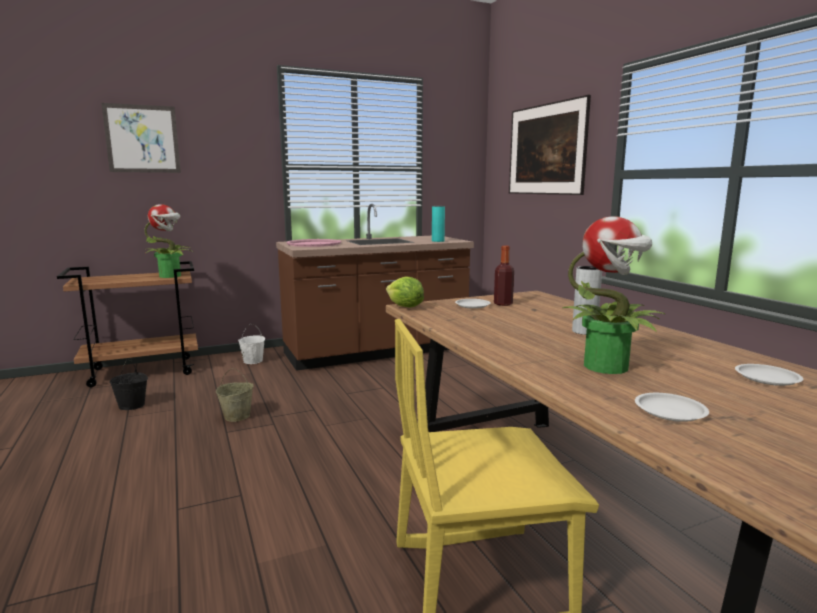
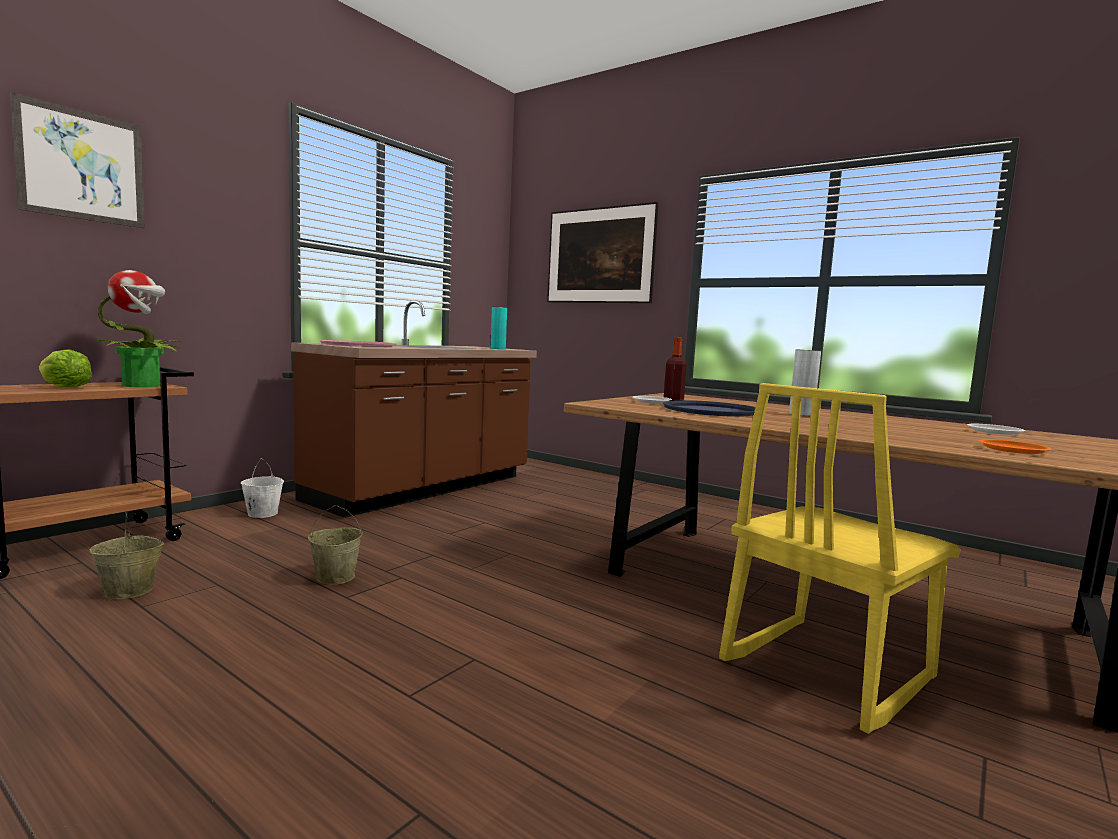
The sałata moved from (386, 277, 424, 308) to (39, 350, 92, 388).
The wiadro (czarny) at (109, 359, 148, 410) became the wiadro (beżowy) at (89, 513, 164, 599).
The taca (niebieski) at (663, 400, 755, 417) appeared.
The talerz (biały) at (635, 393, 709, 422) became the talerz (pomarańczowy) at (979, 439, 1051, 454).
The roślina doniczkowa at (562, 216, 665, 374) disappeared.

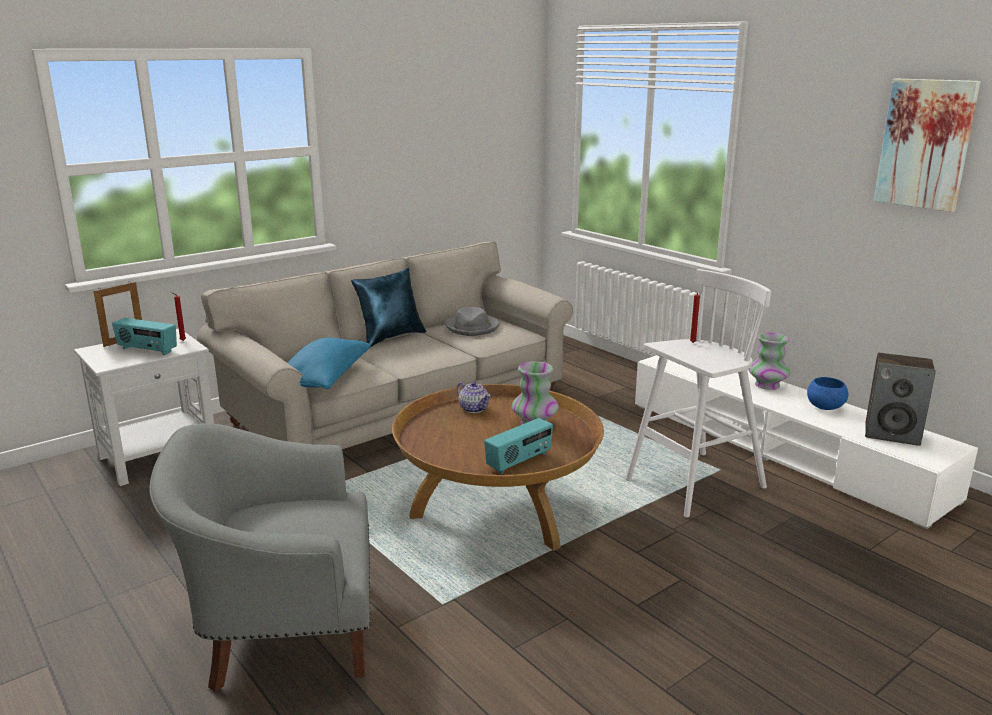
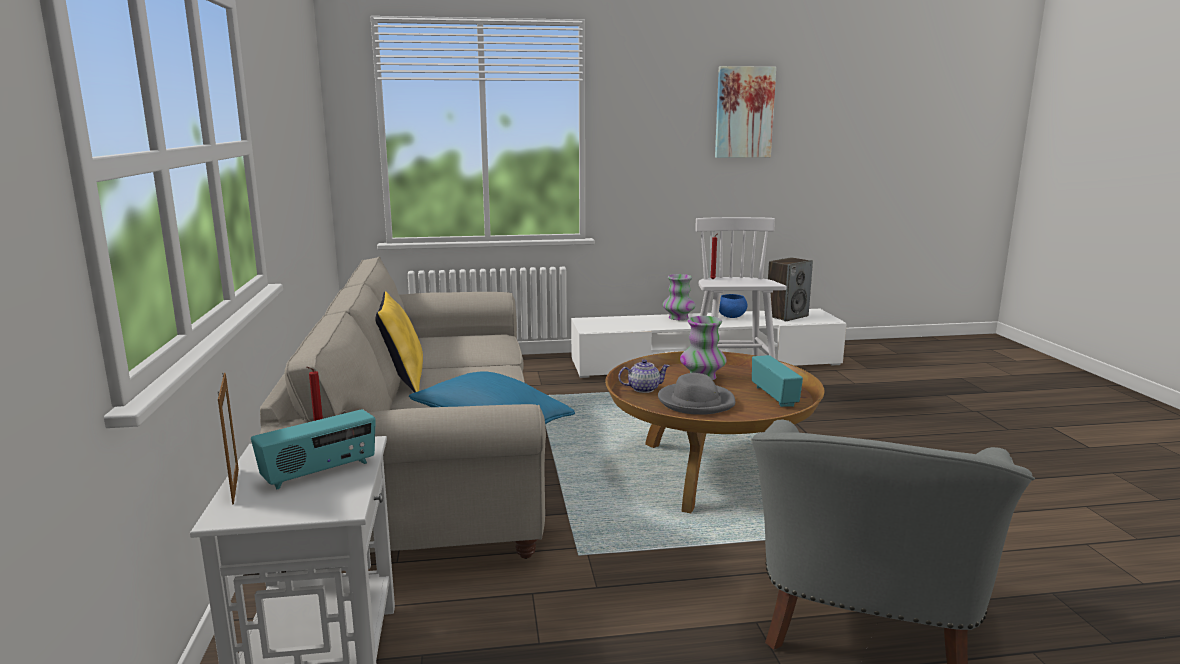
The poduszka (niebieski) at (351, 268, 426, 347) became the poduszka (żółty) at (375, 291, 423, 393).
The kapelusz (szary) moved from (445, 307, 500, 336) to (658, 373, 735, 415).

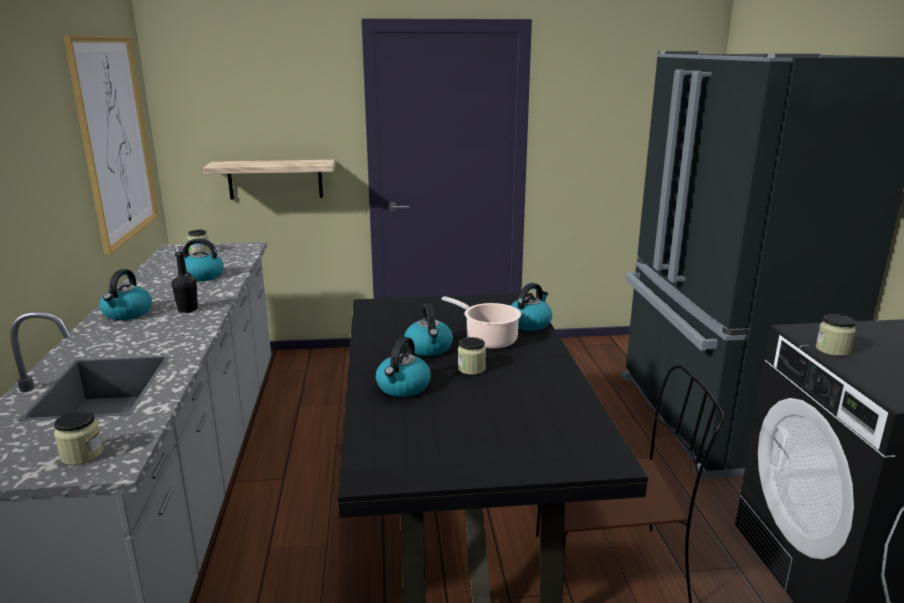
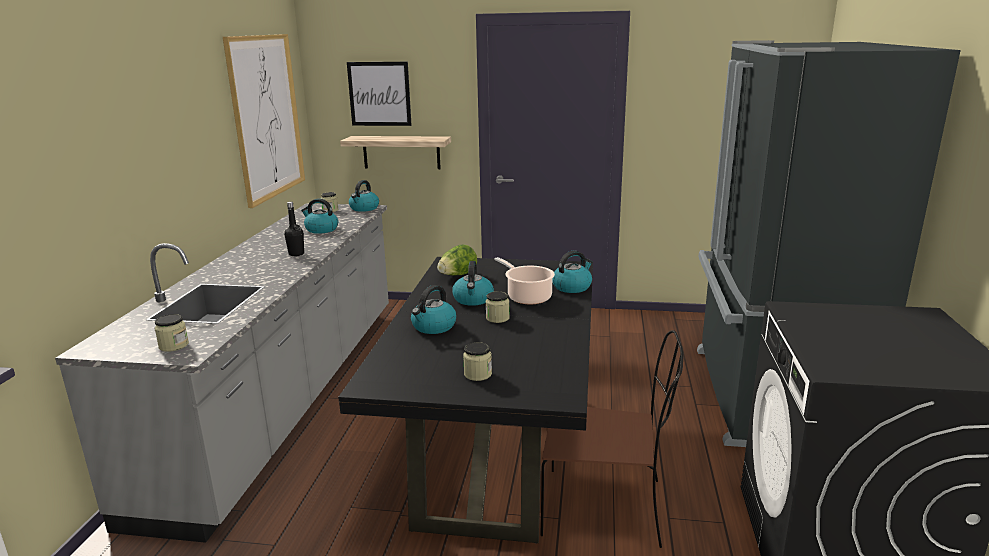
The obraz at (347, 62, 412, 126) appeared.
The czajnik moved from (100, 269, 152, 320) to (349, 180, 379, 212).
The sałata at (437, 245, 477, 275) appeared.
The słoik moved from (816, 314, 856, 356) to (463, 342, 492, 381).

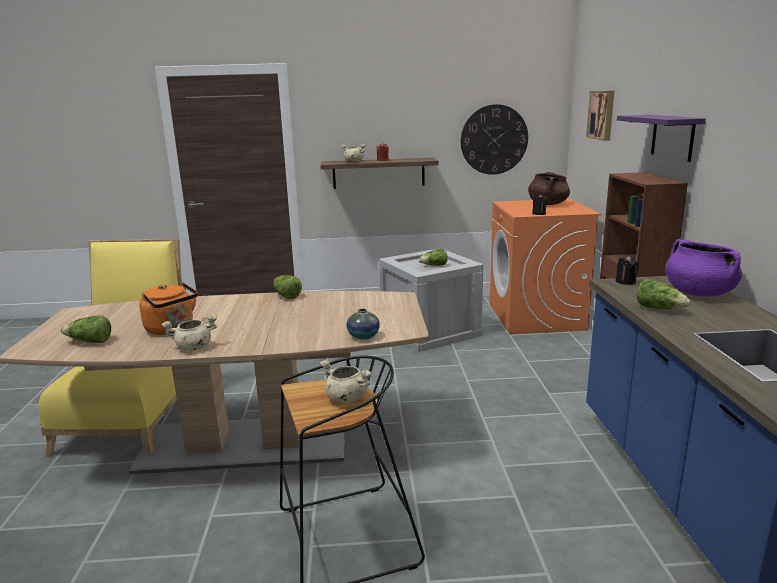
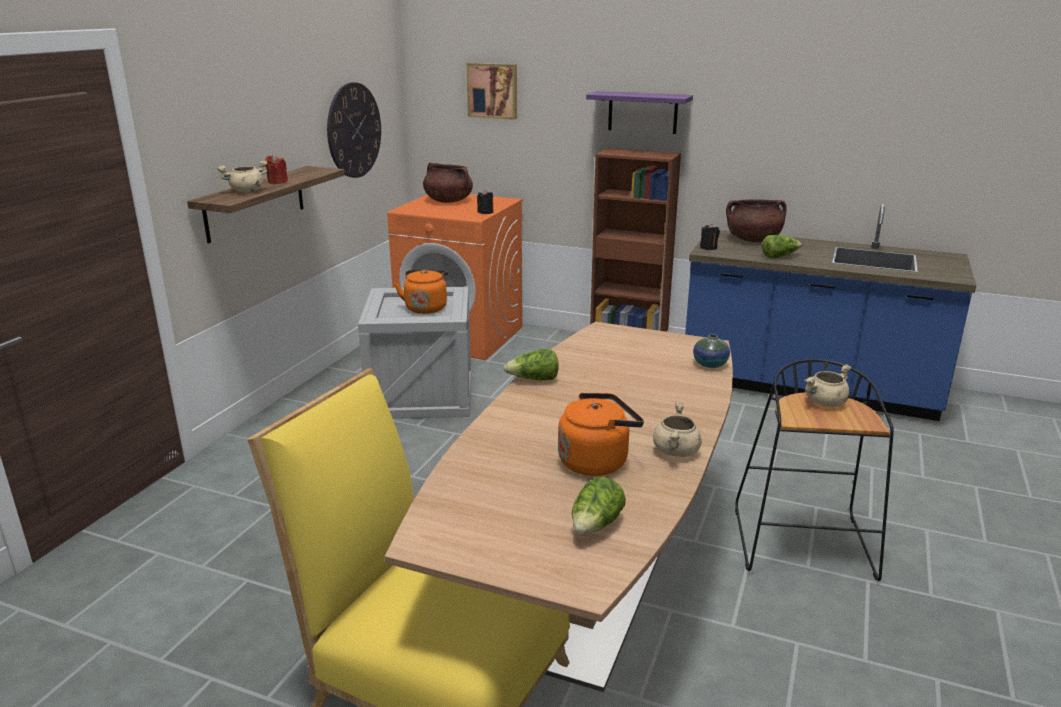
The sałata at (418, 249, 448, 266) was replaced by the czajnik (pomarańczowy) at (395, 270, 448, 314).
The garnek (fioletowy) at (665, 239, 742, 297) became the garnek (brązowy) at (726, 199, 787, 242).

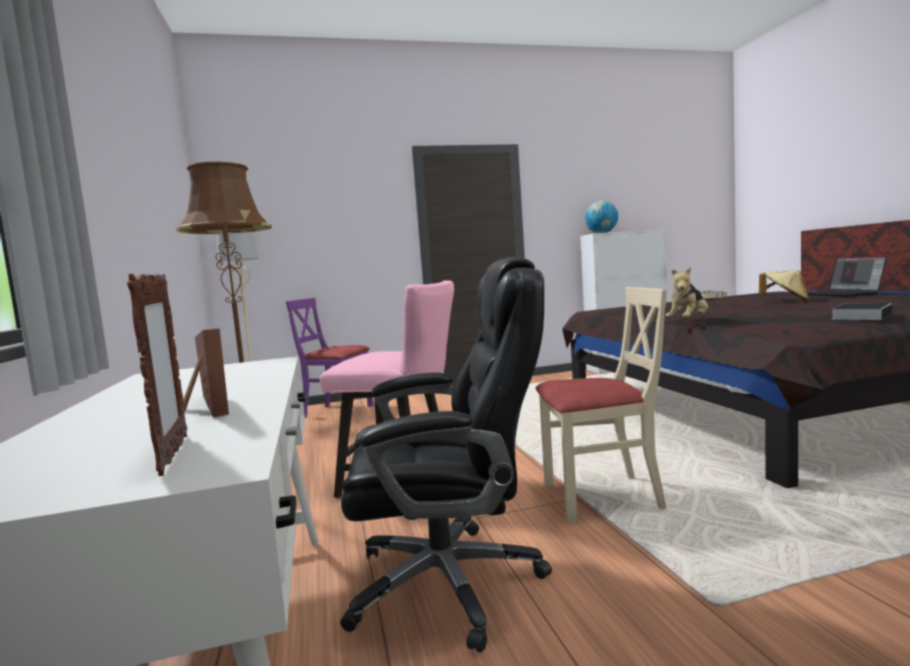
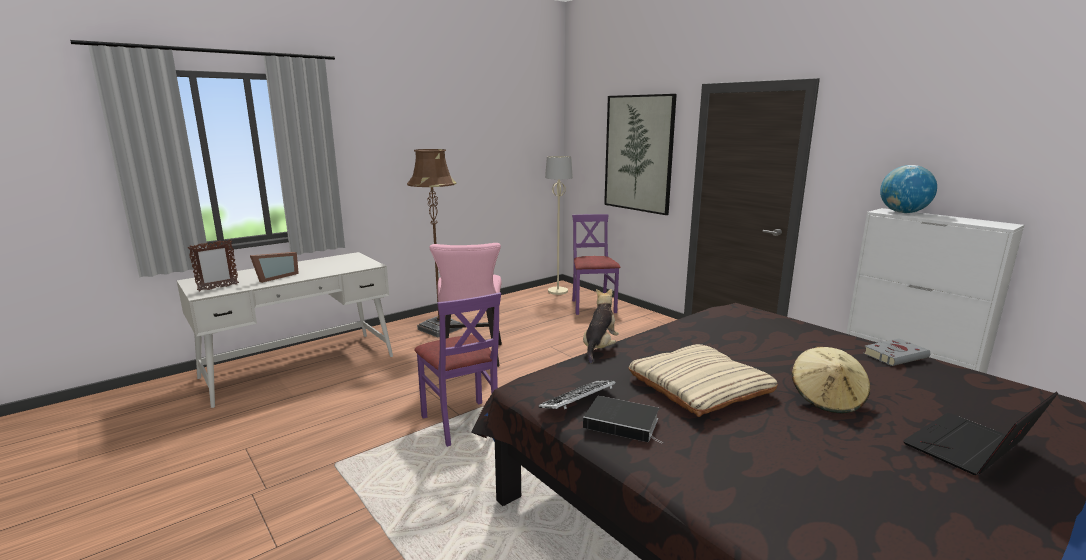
The krzesło (beżowy) at (536, 287, 667, 524) became the krzesło (fioletowy) at (414, 292, 501, 447).
The klawiatura at (539, 380, 616, 409) appeared.
The pluszak at (666, 267, 708, 318) turned 90 degrees clockwise.
The obraz at (604, 94, 677, 215) appeared.
The poduszka (beżowy) at (629, 344, 778, 417) appeared.
The krzesło biurowe (czarny) at (340, 257, 552, 653) disappeared.

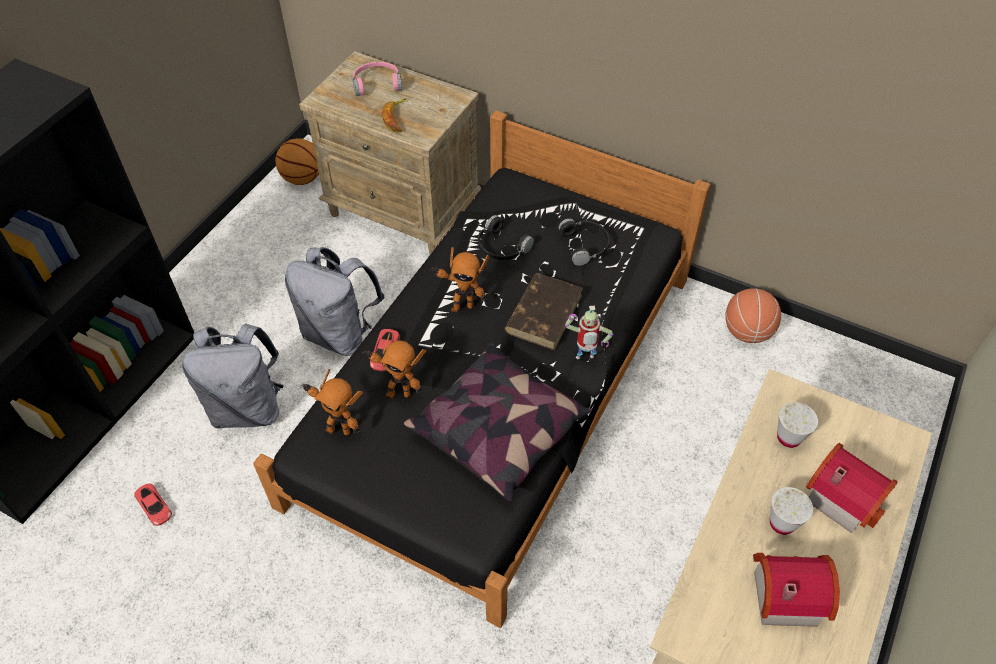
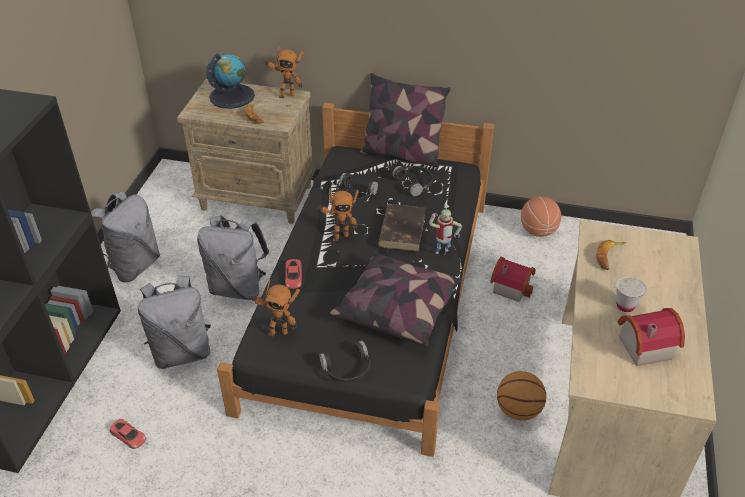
The plecak (szary) at (91, 192, 160, 283) appeared.
The słuchawki (różowy) at (353, 62, 402, 96) was replaced by the globus at (206, 53, 255, 109).
The robot zabawkowy moved from (363, 333, 426, 399) to (264, 46, 304, 98).
The słuchawki (czarny) at (319, 341, 371, 383) appeared.
The poduszka at (360, 73, 451, 168) appeared.
The domek moved from (806, 443, 898, 533) to (490, 257, 535, 302).
The piłka do koszykówki moved from (276, 138, 319, 185) to (497, 371, 546, 421).
The filiżanka (biały) at (777, 402, 818, 448) was replaced by the banan at (596, 240, 627, 270).

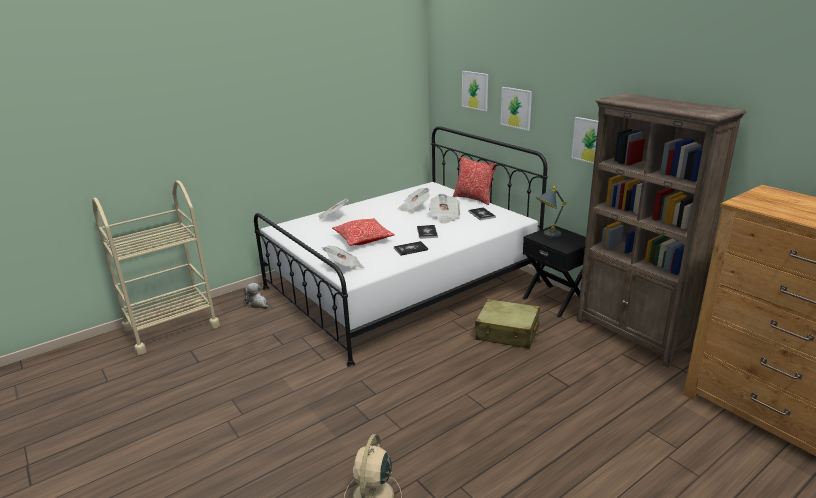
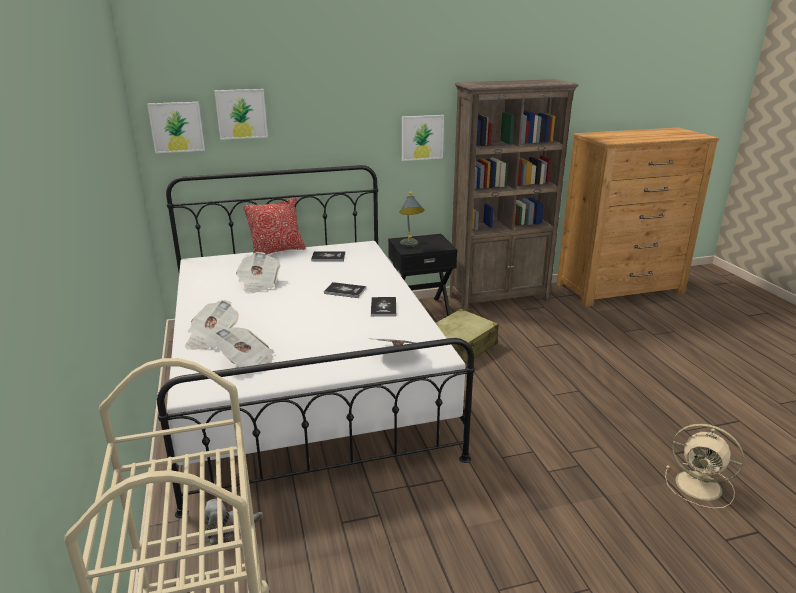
The obraz moved from (501, 87, 532, 131) to (147, 102, 205, 153).
The gazeta moved from (429, 194, 460, 224) to (215, 327, 274, 371).
The poduszka at (332, 218, 395, 246) disappeared.

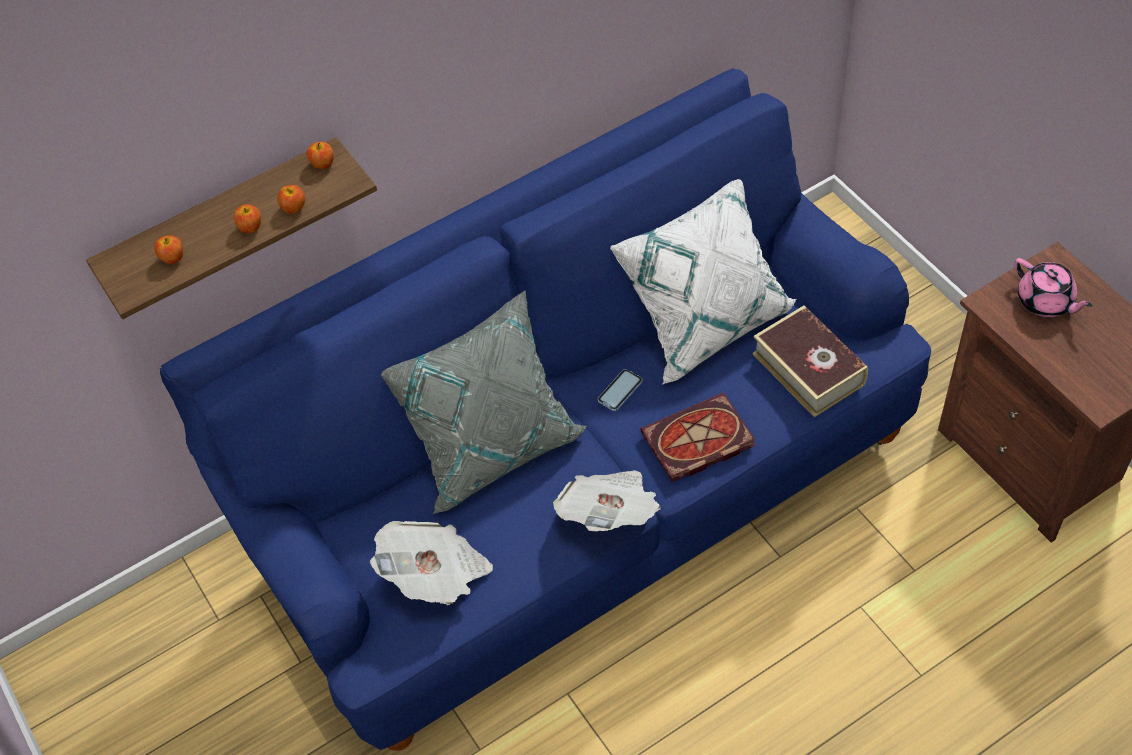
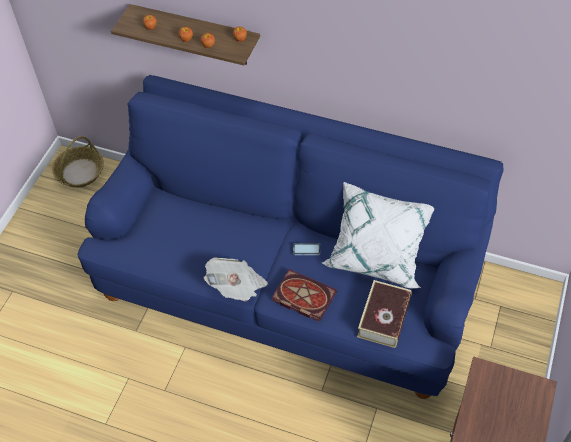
The koszyk at (52, 136, 104, 188) appeared.
The gazeta at (370, 521, 493, 605) disappeared.
The poduszka (szary) at (381, 291, 587, 514) disappeared.
The imbryk (różowy) at (1014, 258, 1092, 317) disappeared.

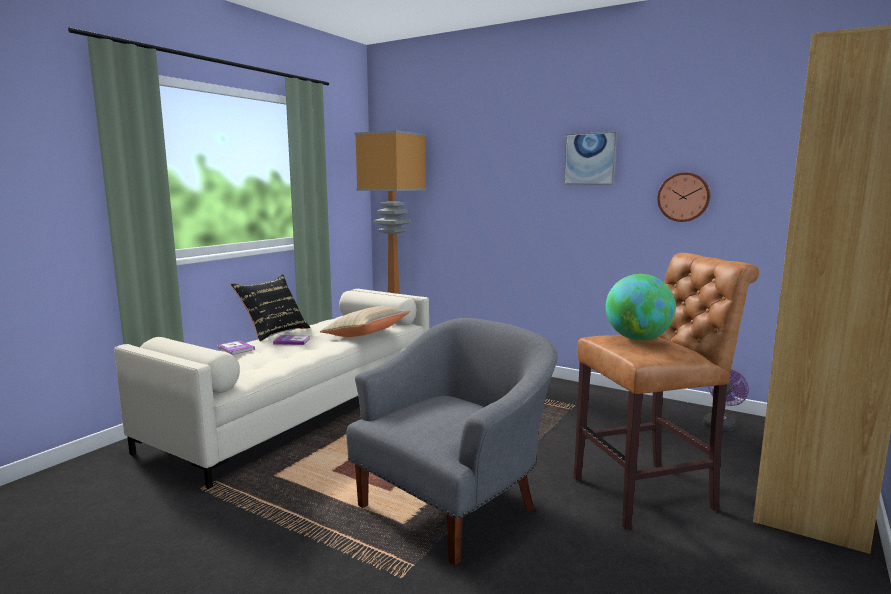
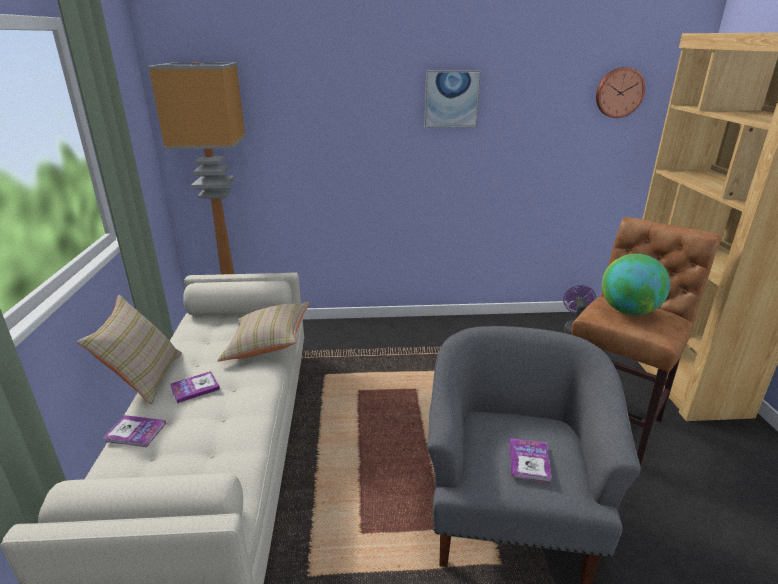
The poduszka (czarny) at (231, 274, 310, 341) became the poduszka (beżowy) at (77, 295, 182, 404).
The książka at (509, 438, 552, 483) appeared.
The zegar ścienny moved from (657, 172, 710, 222) to (596, 67, 645, 118).

